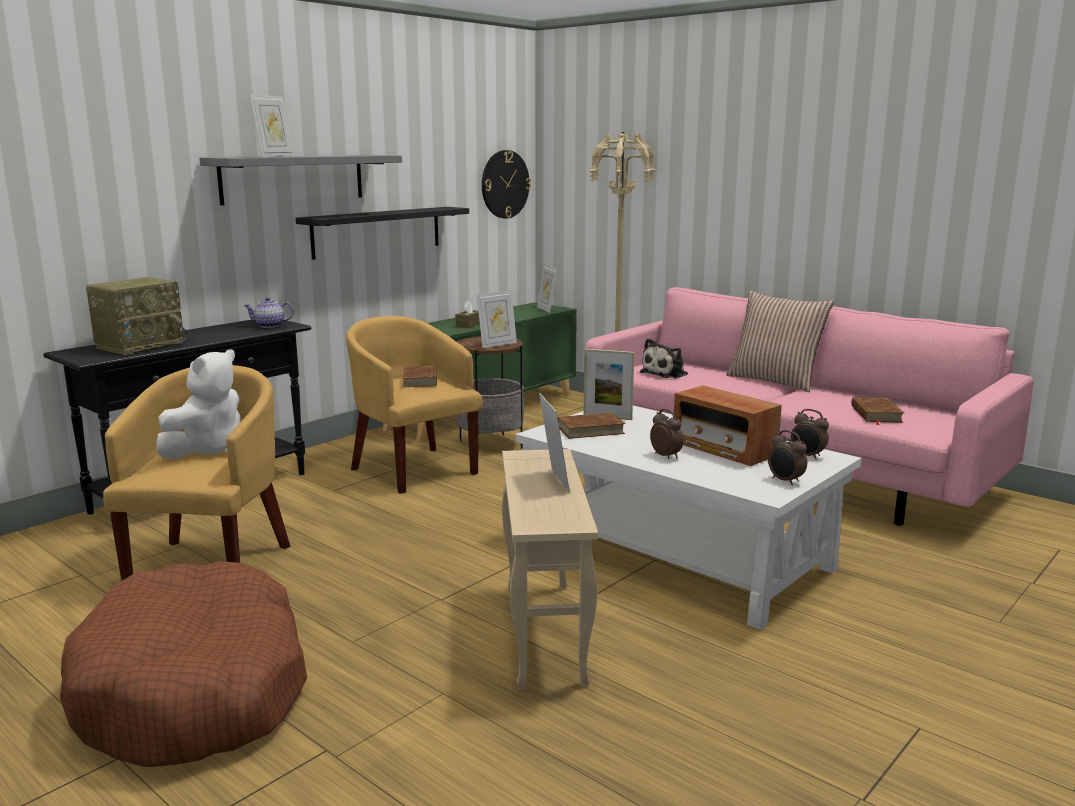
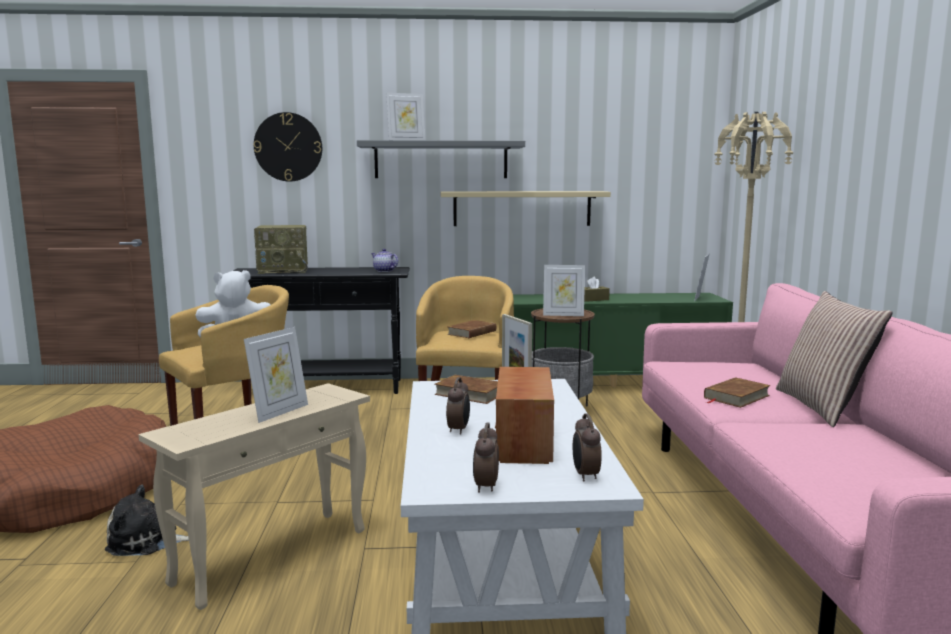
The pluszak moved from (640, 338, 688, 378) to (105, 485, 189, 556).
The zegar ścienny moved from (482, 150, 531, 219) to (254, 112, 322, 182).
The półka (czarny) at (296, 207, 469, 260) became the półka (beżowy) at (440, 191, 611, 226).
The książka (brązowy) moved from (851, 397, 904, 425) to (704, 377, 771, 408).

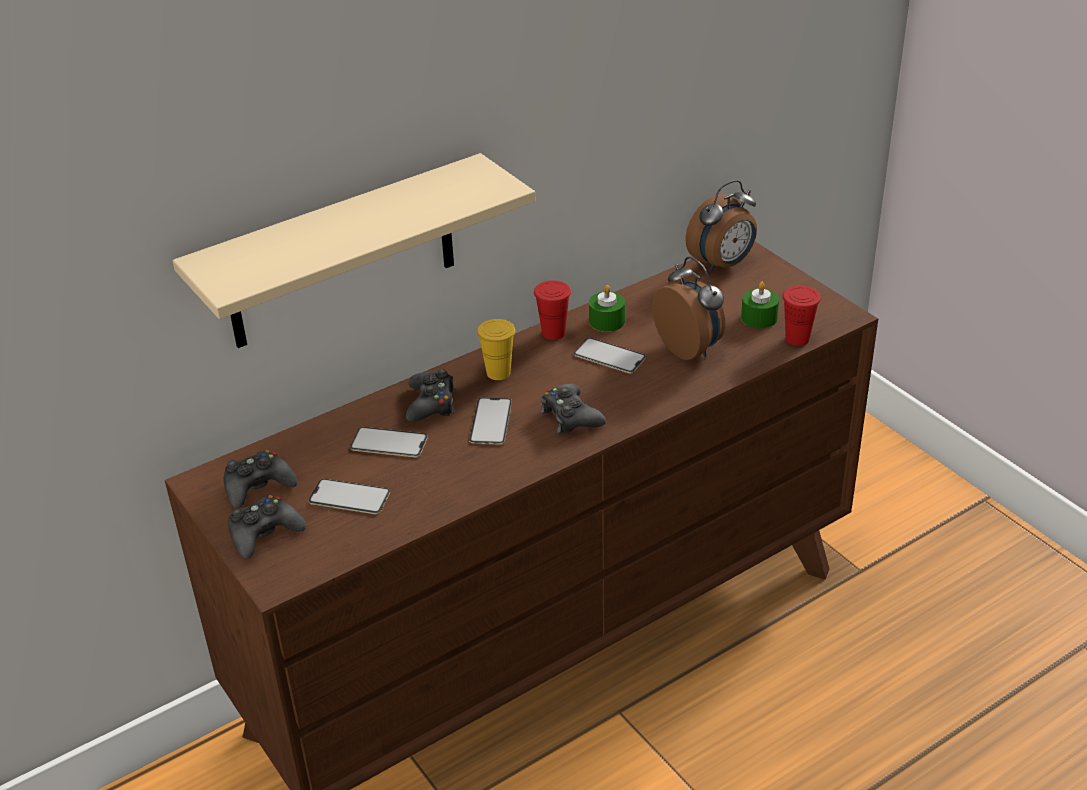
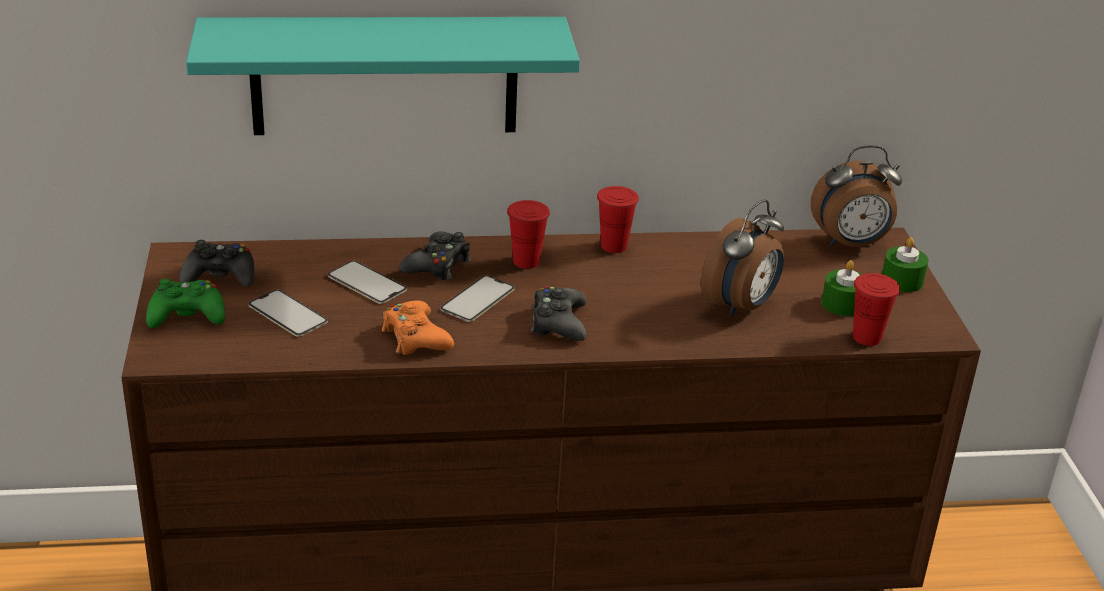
The pad do gier (czarny) at (228, 495, 306, 559) became the pad do gier (zielony) at (146, 279, 225, 328).
The półka (beżowy) at (173, 153, 536, 348) became the półka (turkusowy) at (186, 17, 580, 135).
The pad do gier (pomarańczowy) at (381, 301, 454, 355) appeared.
The filiżanka (żółty) at (477, 319, 515, 380) became the filiżanka (czerwony) at (507, 200, 550, 269).
The budzik at (652, 257, 726, 360) turned 45 degrees clockwise.
The świeca (zielony) moved from (589, 285, 625, 332) to (882, 237, 928, 292).
The telefon at (574, 338, 646, 373) disappeared.

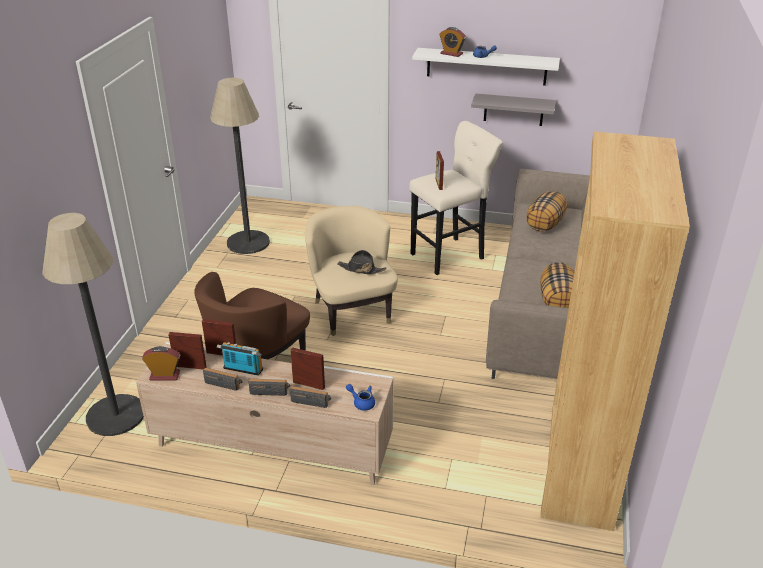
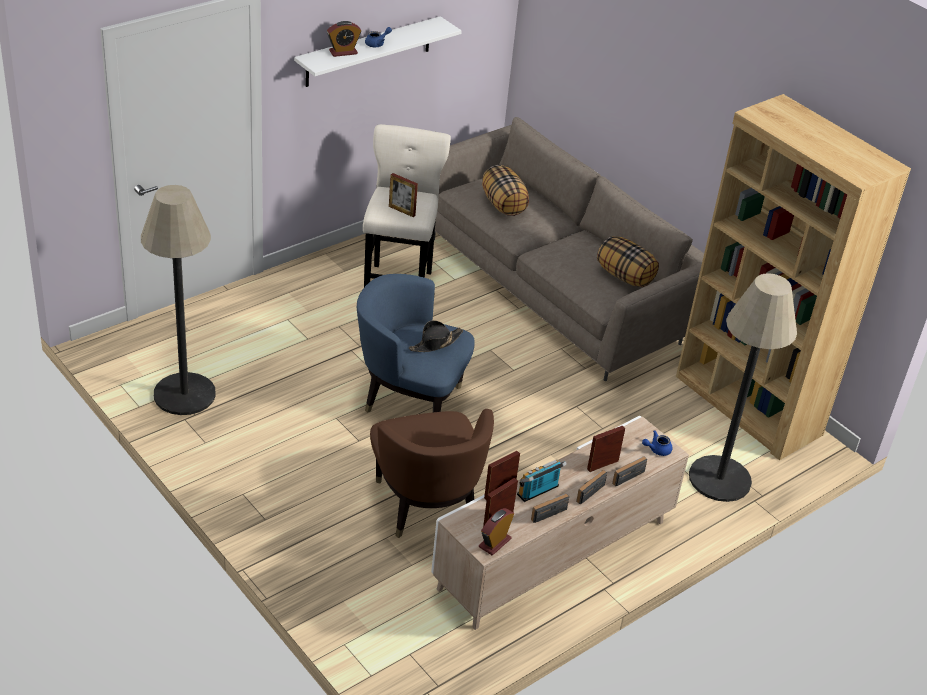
The fotel (beżowy) at (305, 206, 398, 336) became the fotel (niebieski) at (357, 274, 475, 413).
The lampa stojąca moved from (42, 213, 144, 436) to (689, 273, 797, 502).
The półka (szary) at (471, 93, 556, 126) disappeared.

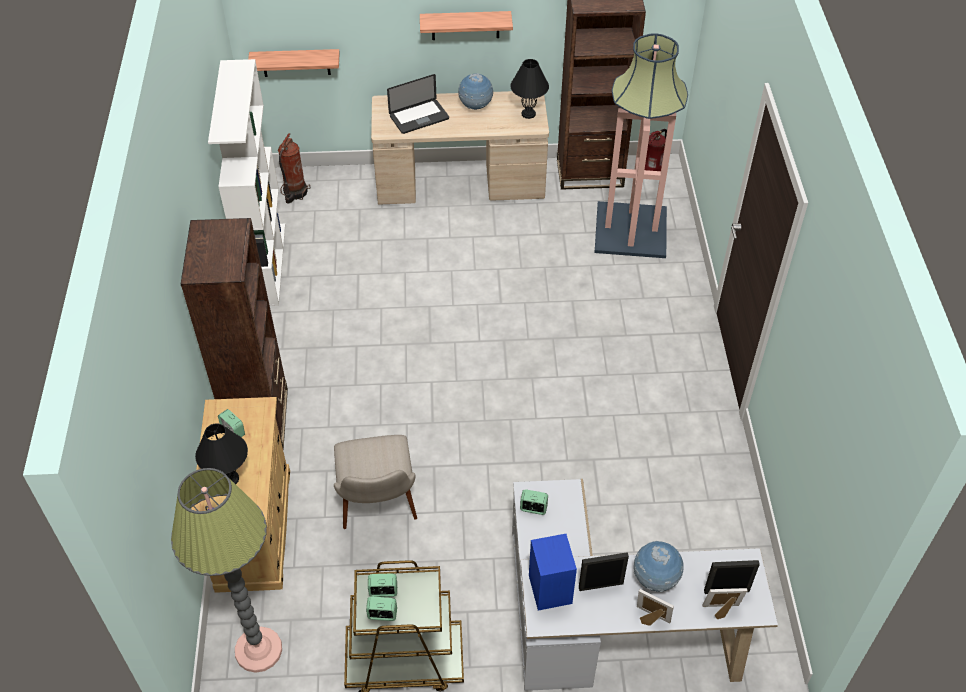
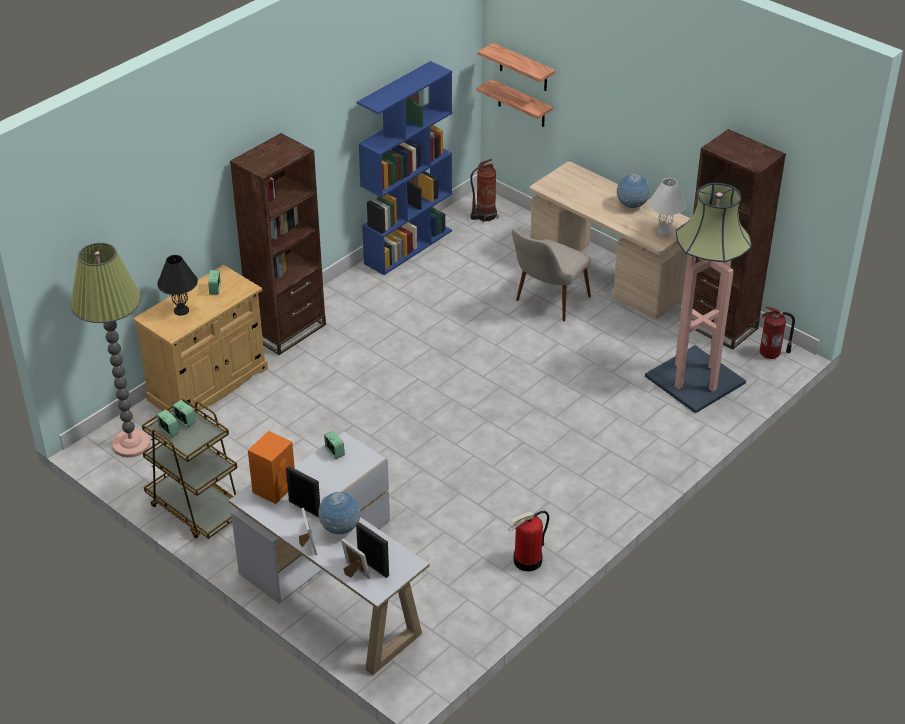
The głośnik (niebieski) at (529, 534, 577, 610) became the głośnik (pomarańczowy) at (248, 431, 295, 504).
The regał (biały) at (208, 59, 285, 306) became the regał (niebieski) at (357, 61, 452, 275).
The półka moved from (420, 11, 513, 40) to (478, 43, 556, 91).
The gaśnica at (508, 511, 549, 571) appeared.
The krzesło (beżowy) moved from (334, 435, 417, 529) to (512, 229, 591, 321).
The lampa stołowa (czarny) at (510, 59, 549, 119) became the lampa stołowa (biały) at (649, 178, 686, 236).
The laptop at (387, 74, 449, 134) disappeared.

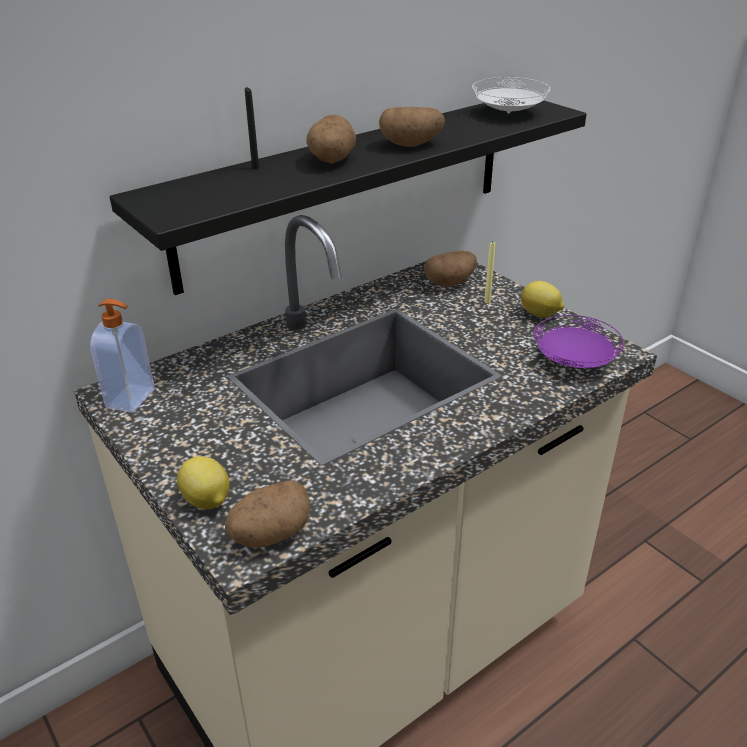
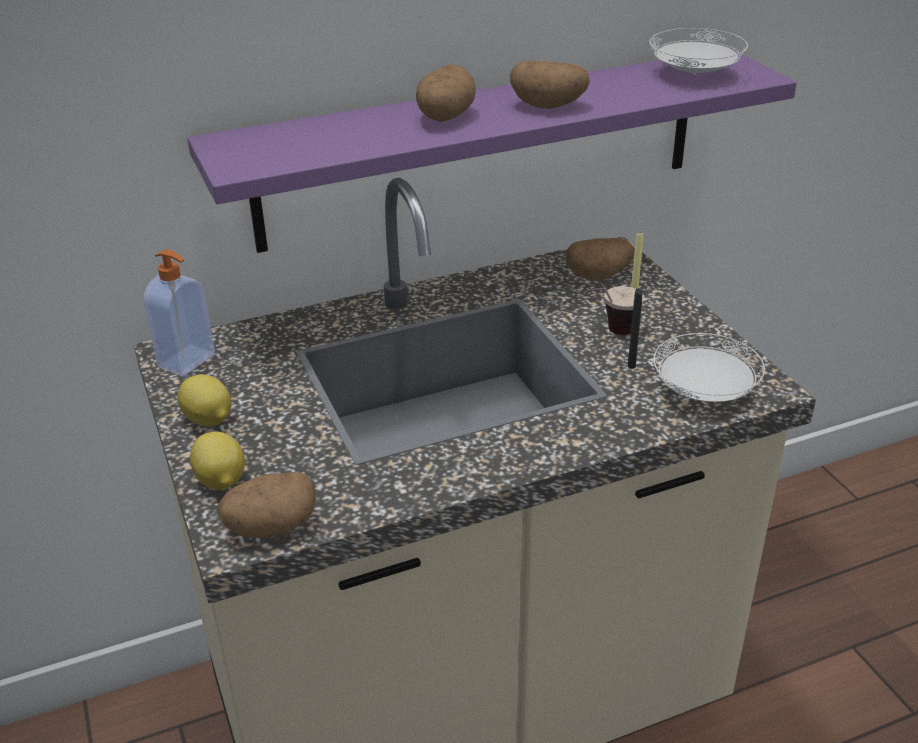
The cytryna moved from (521, 281, 564, 317) to (177, 374, 231, 427).
The półka (czarny) at (110, 100, 587, 295) became the półka (fioletowy) at (187, 50, 797, 253).
The filiżanka at (587, 286, 644, 335) appeared.
The świeca (czarny) moved from (245, 88, 259, 169) to (628, 289, 642, 369).
The talerz (fioletowy) at (534, 315, 624, 368) became the talerz (biały) at (653, 333, 765, 402).

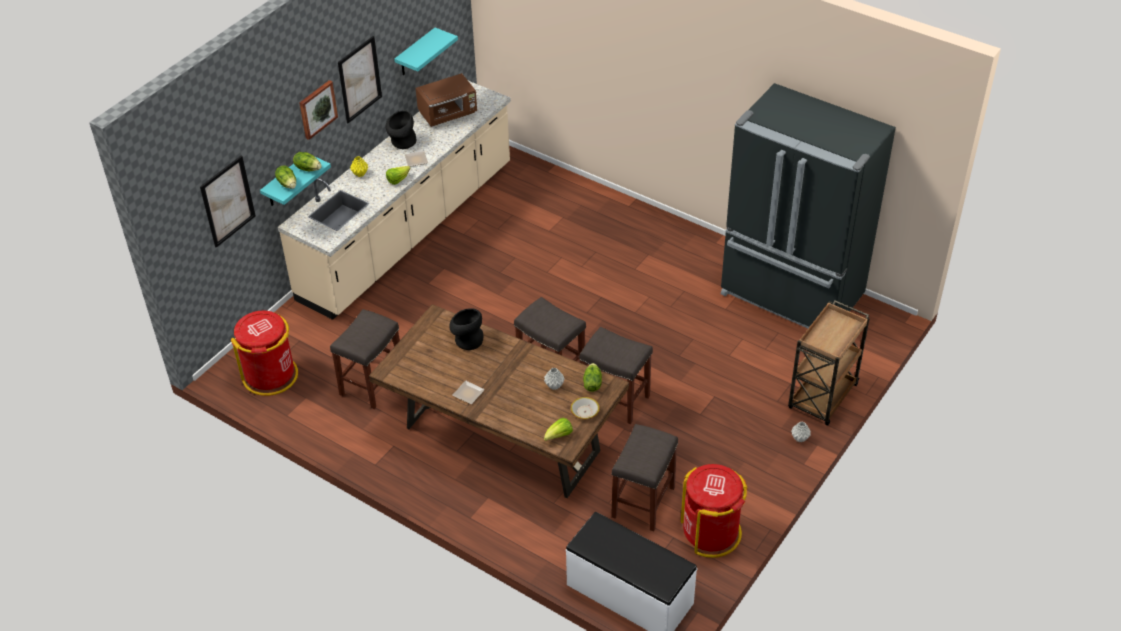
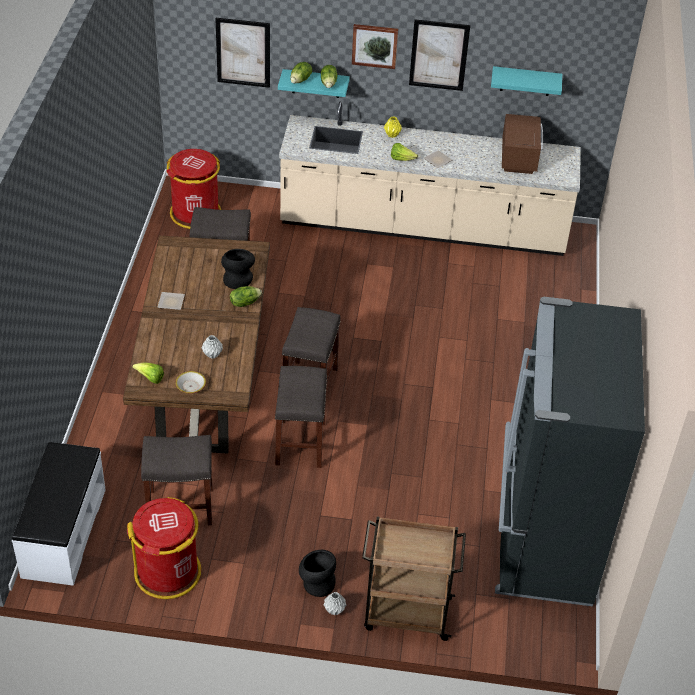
The sałata moved from (583, 363, 602, 392) to (230, 286, 262, 307).
The wazon (czarny) moved from (386, 110, 416, 149) to (299, 550, 336, 597).
The mikrofalówka (brązowy) at (416, 73, 477, 127) turned 120 degrees counterclockwise.

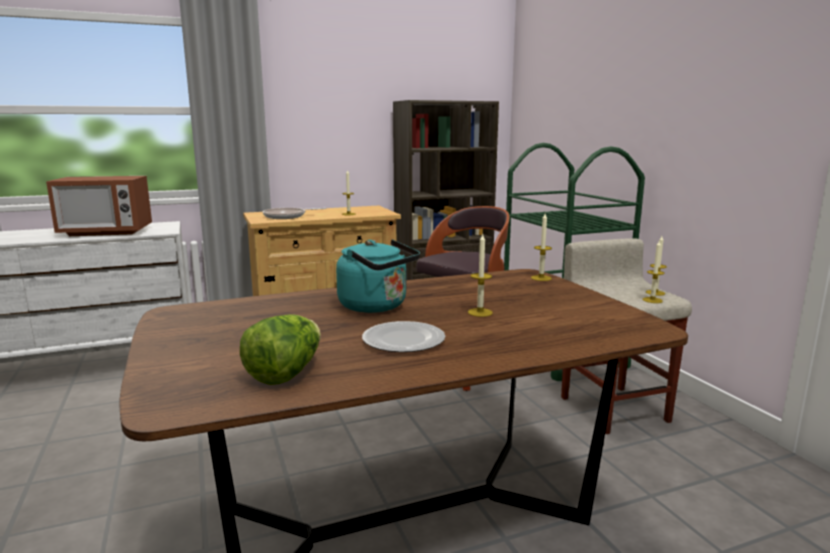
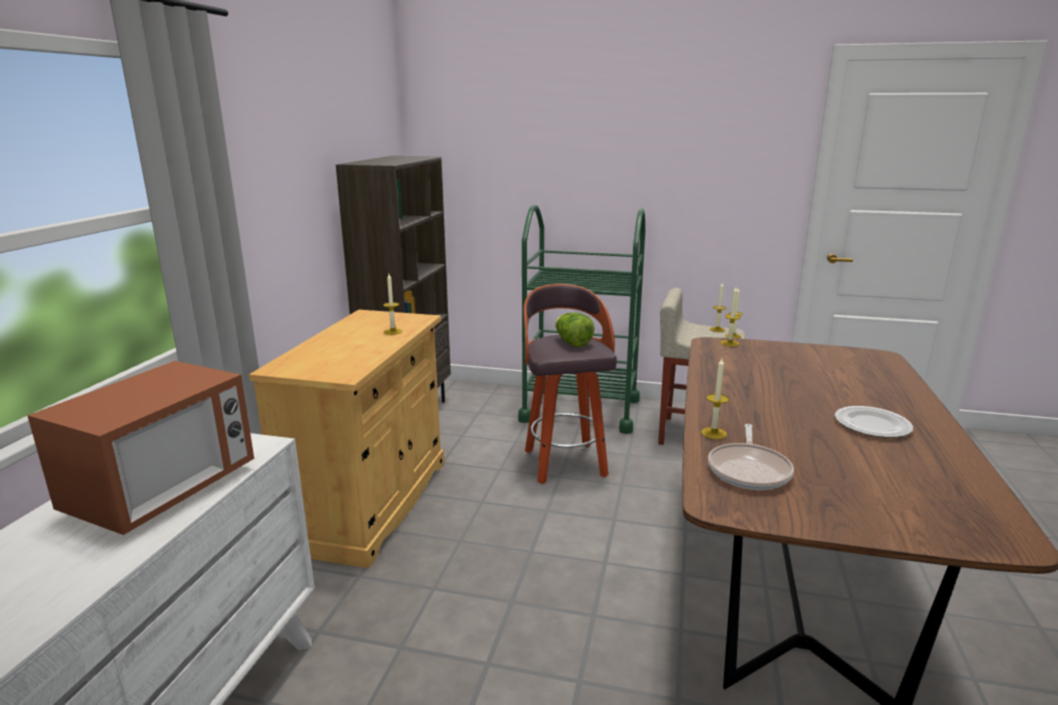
The sałata moved from (240, 314, 321, 385) to (555, 313, 594, 347).
The świeca moved from (468, 234, 493, 317) to (701, 358, 729, 439).
The patelnia moved from (263, 208, 327, 219) to (708, 424, 794, 490).
The czajnik (turkusowy) at (336, 239, 420, 313) disappeared.

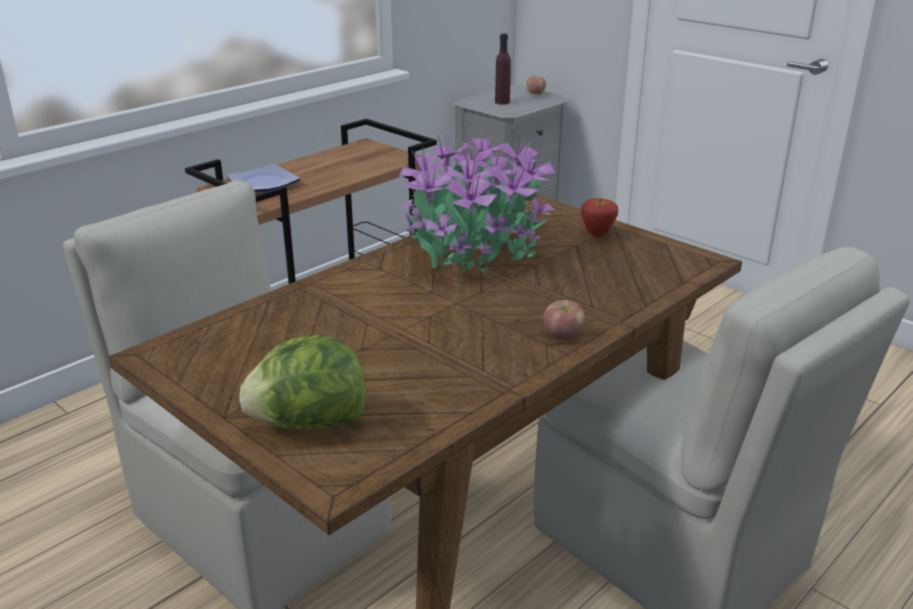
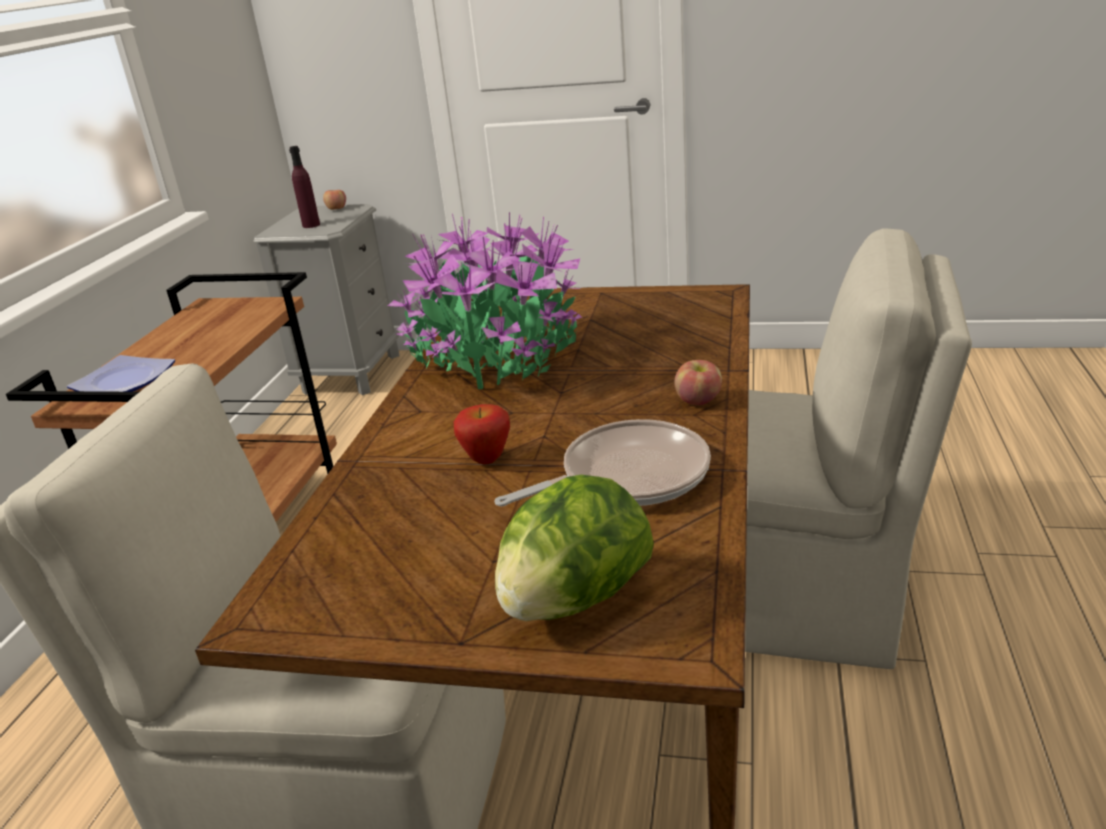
The jabłko moved from (581, 198, 618, 237) to (454, 404, 510, 464).
The patelnia at (495, 419, 711, 507) appeared.

